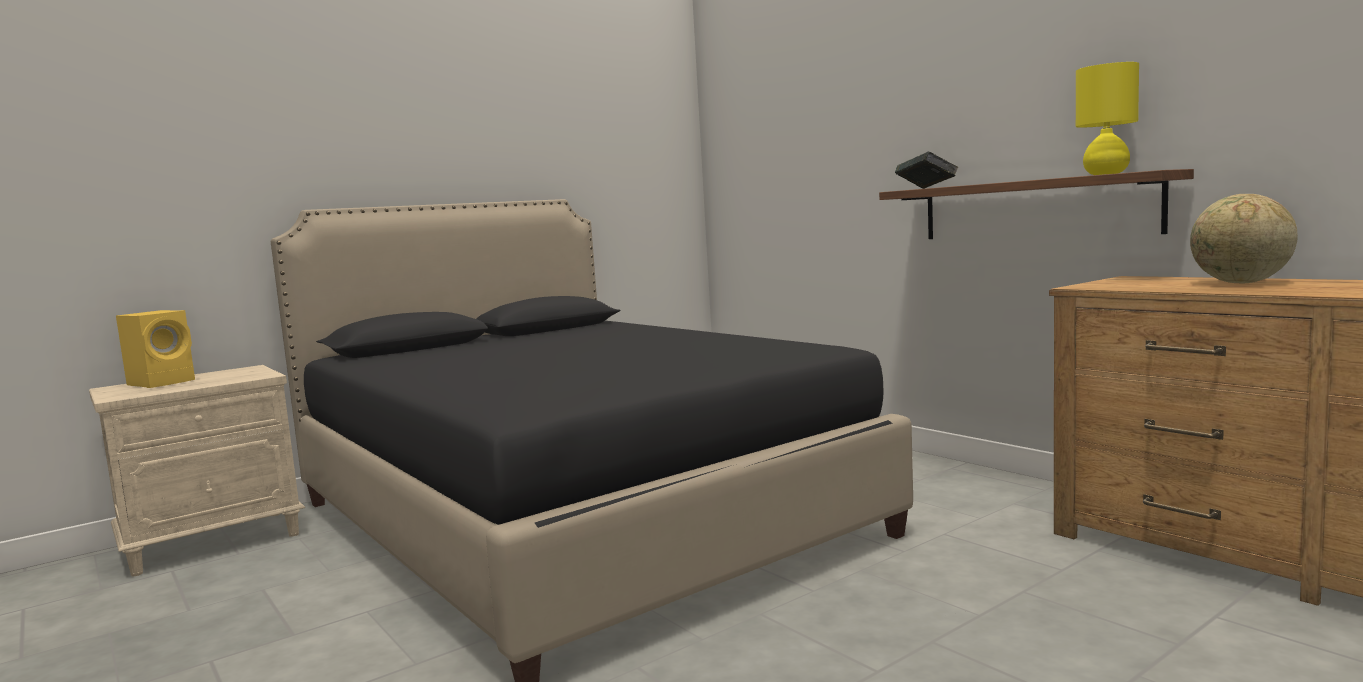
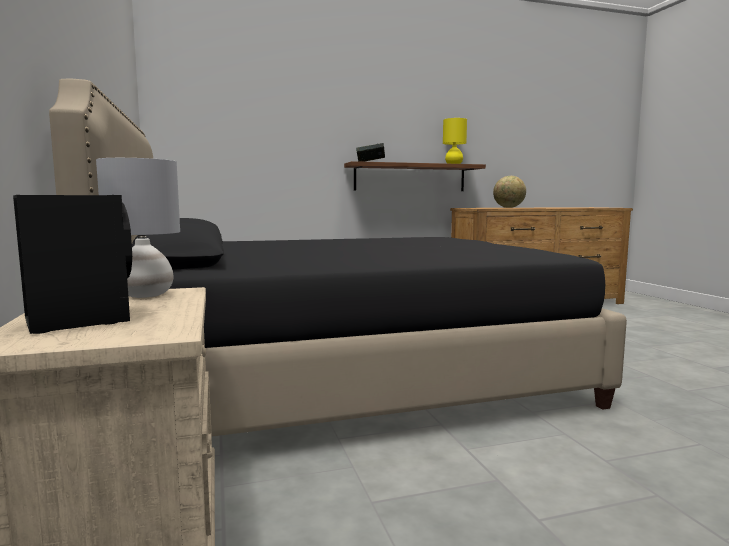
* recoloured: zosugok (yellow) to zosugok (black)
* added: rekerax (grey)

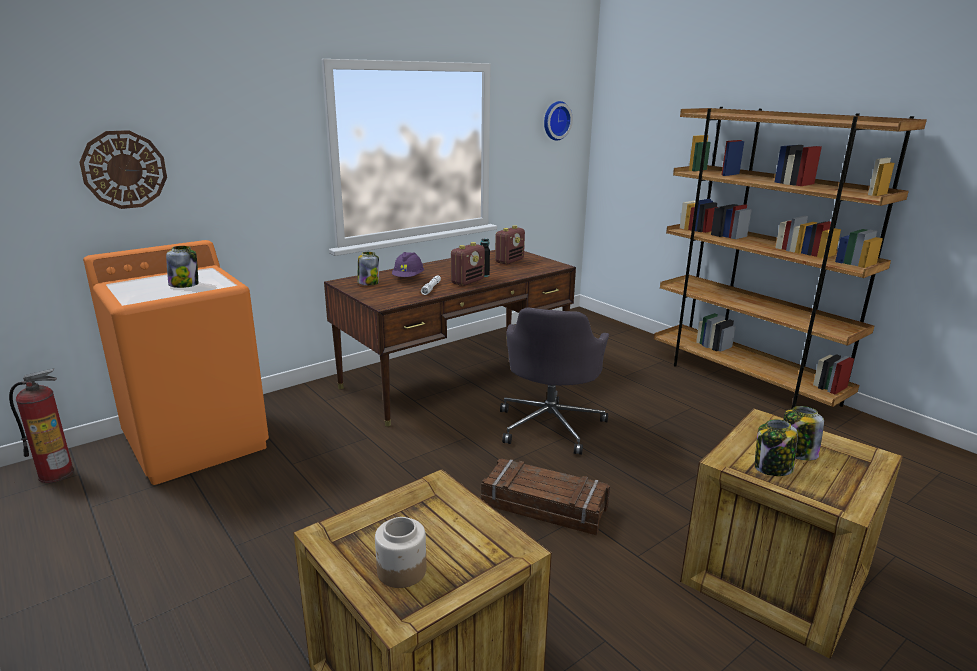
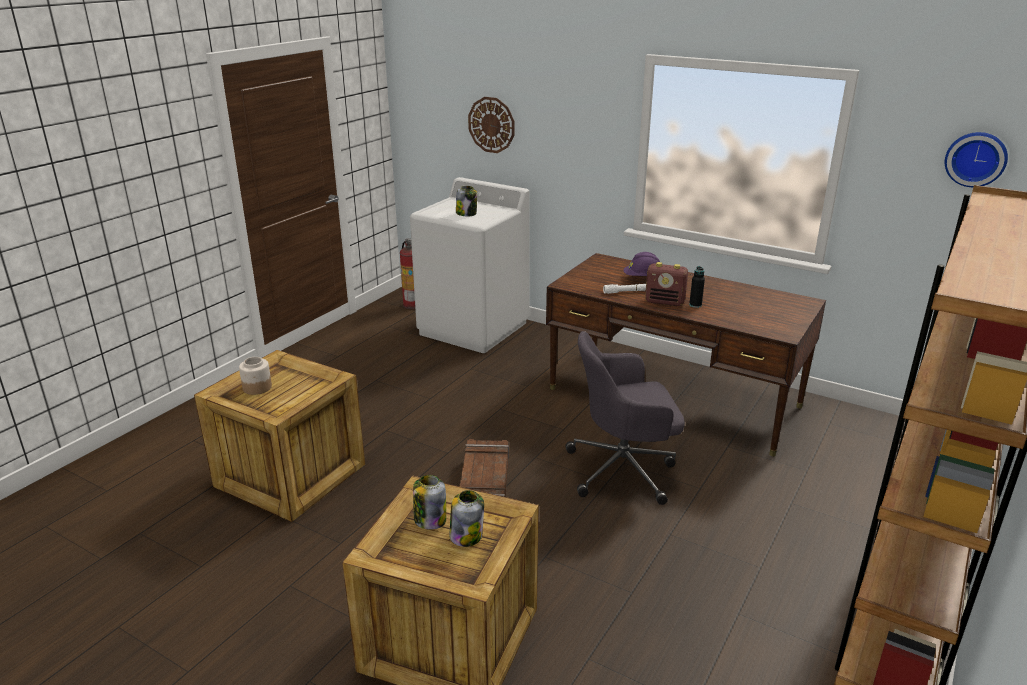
* removed: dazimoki (2nd from left)
* recoloured: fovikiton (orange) to fovikiton (white)
* removed: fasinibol (2nd from left)

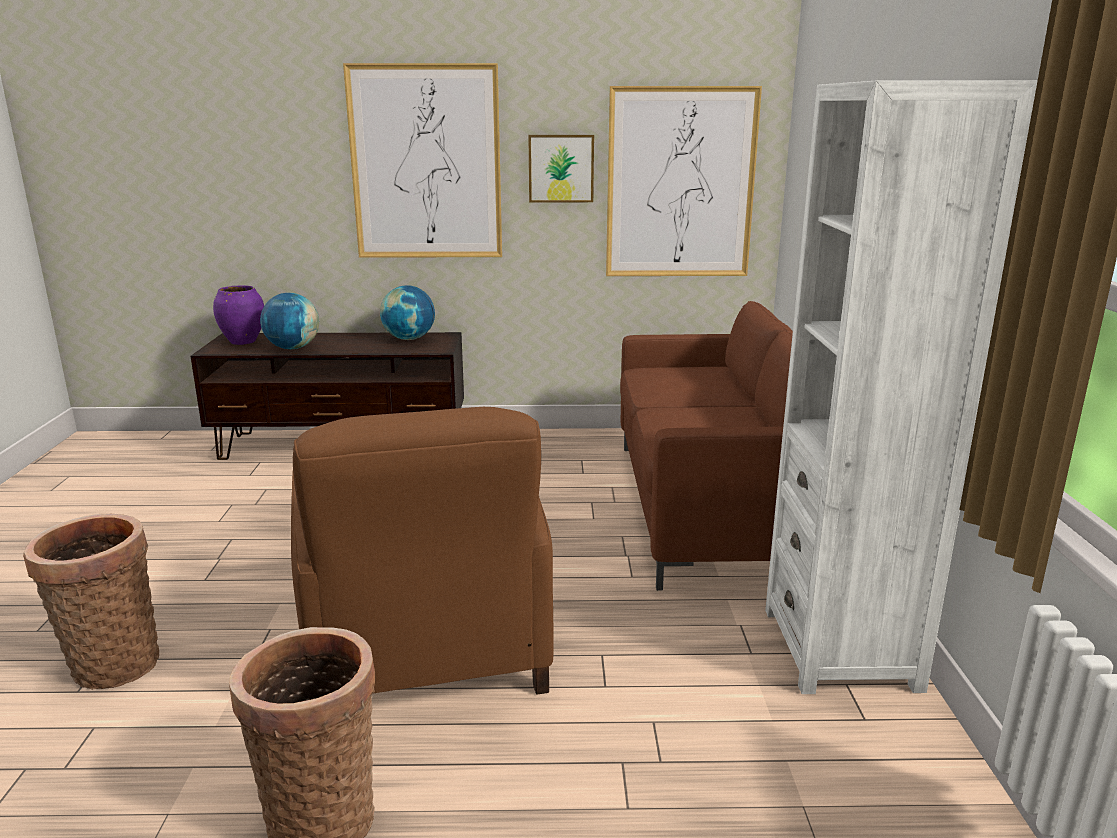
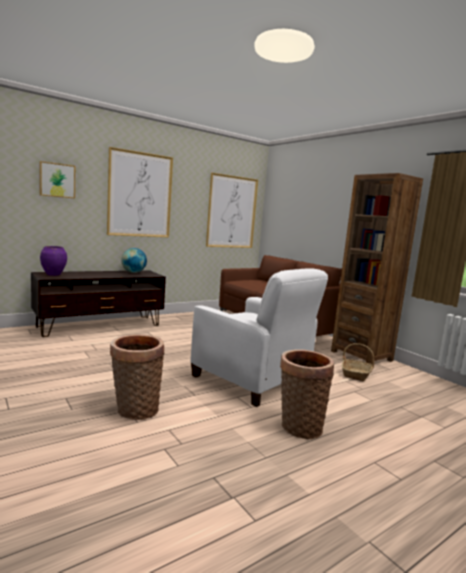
* recoloured: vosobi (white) to vosobi (brown)
* moved: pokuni (2nd from left in the first image) to pokuni (1st from left)
* removed: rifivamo (1st from left)
* recoloured: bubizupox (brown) to bubizupox (white)
* added: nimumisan (3rd from left)

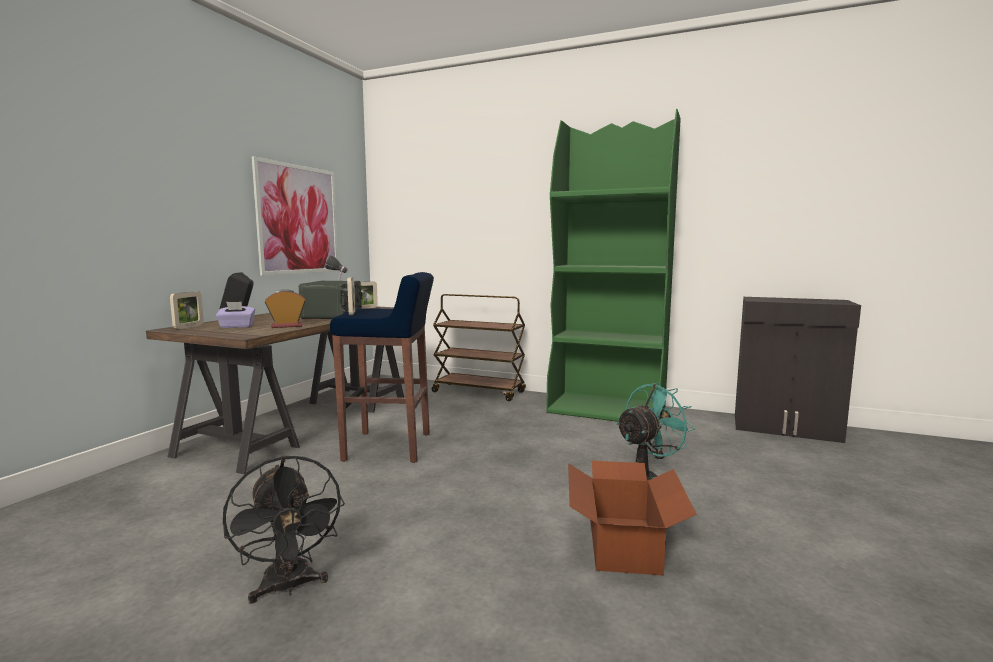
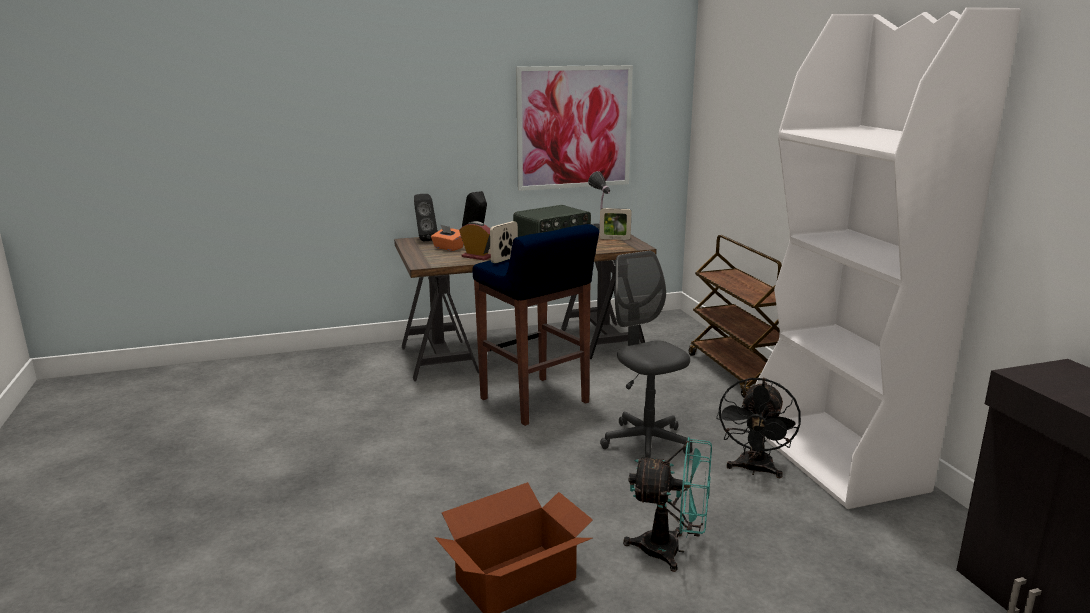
* recoloured: vosobi (green) to vosobi (white)
* replaced: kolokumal (1st from left) to zosugok (black) (1st from left)
* recoloured: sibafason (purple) to sibafason (orange)
* moved: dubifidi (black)
* added: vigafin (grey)

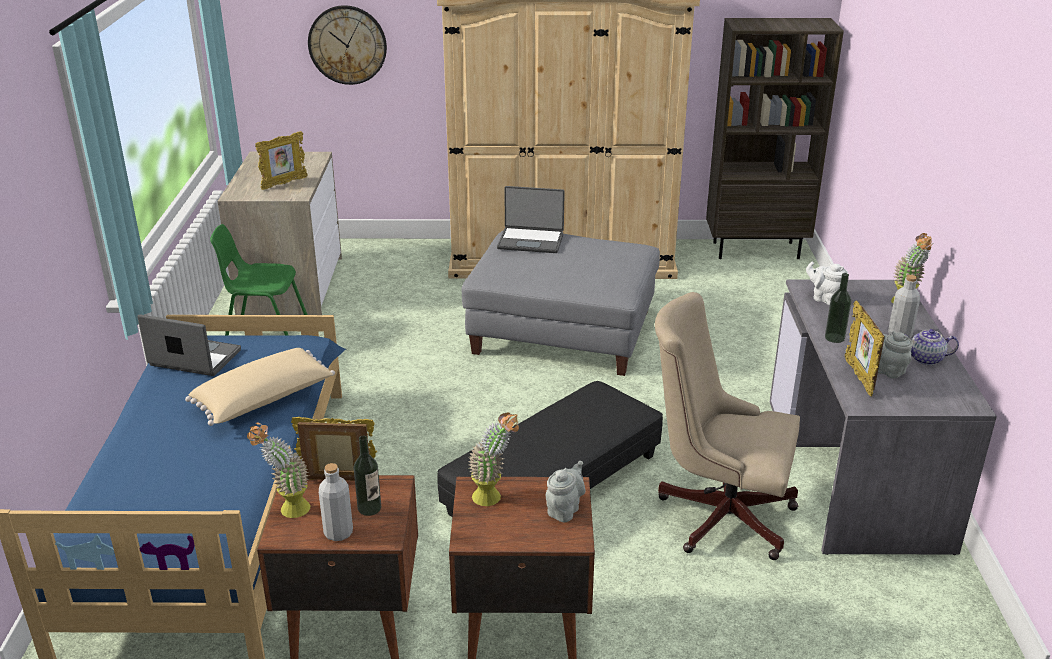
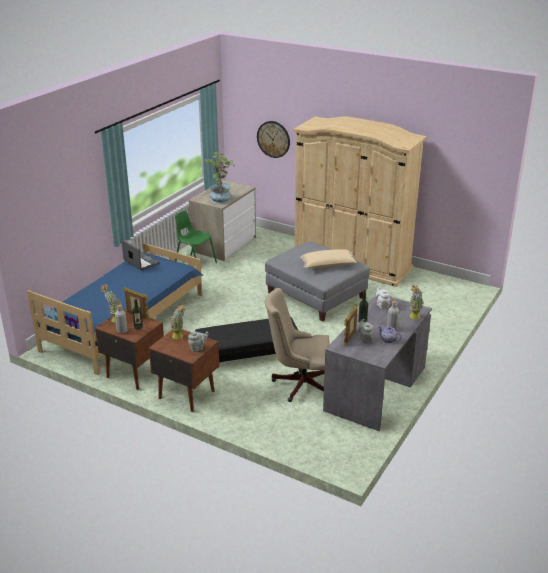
* removed: vosobi (brown)
* replaced: kolokumal (1st from left) to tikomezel (3rd from left)
* removed: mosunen (2nd from left)
* turned: vigafin (beige) 45 degrees counterclockwise
* moved: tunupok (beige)

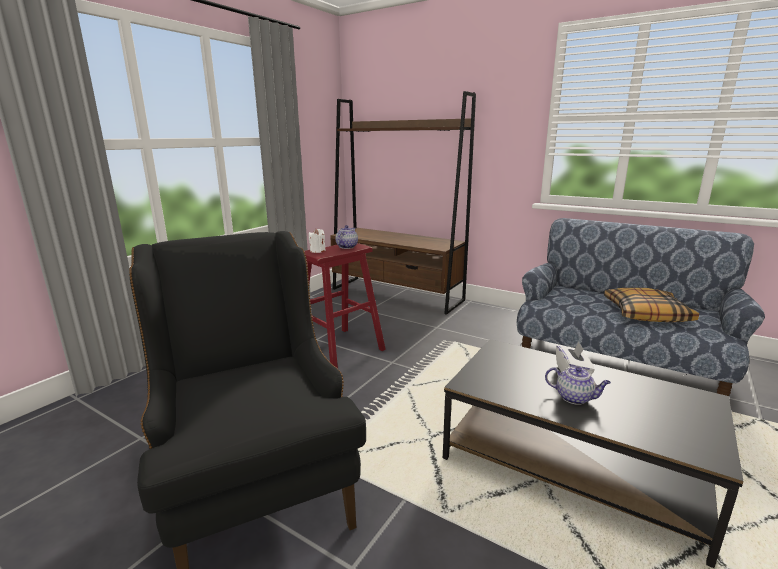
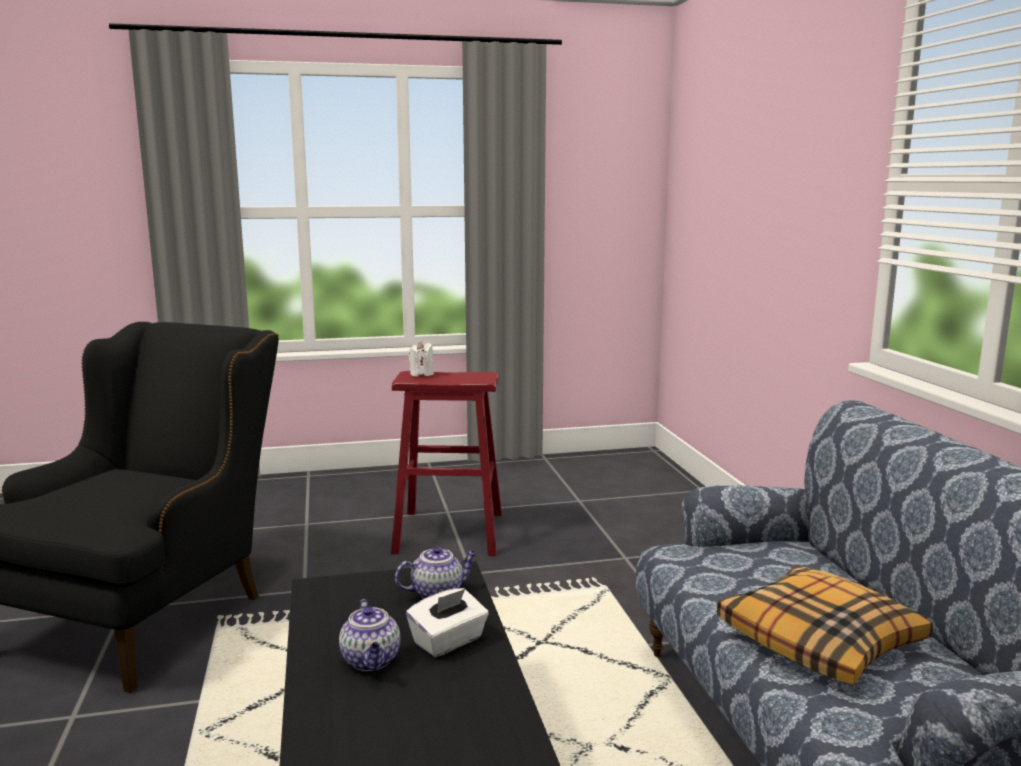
* removed: vosobi (brown)
* moved: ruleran (1st from left in the first image) to ruleran (2nd from left)

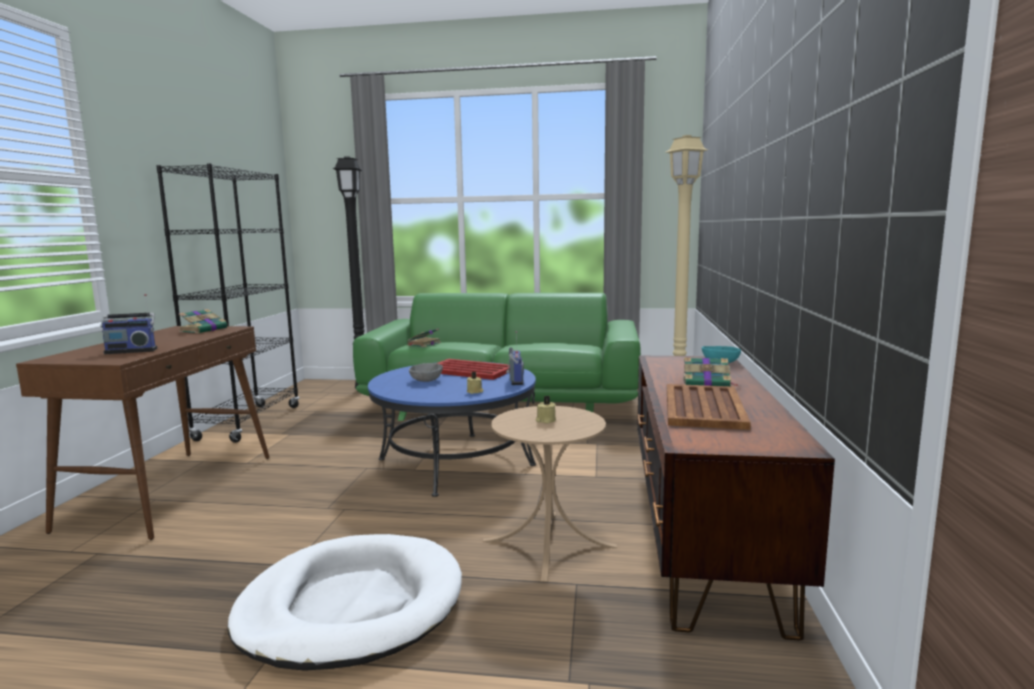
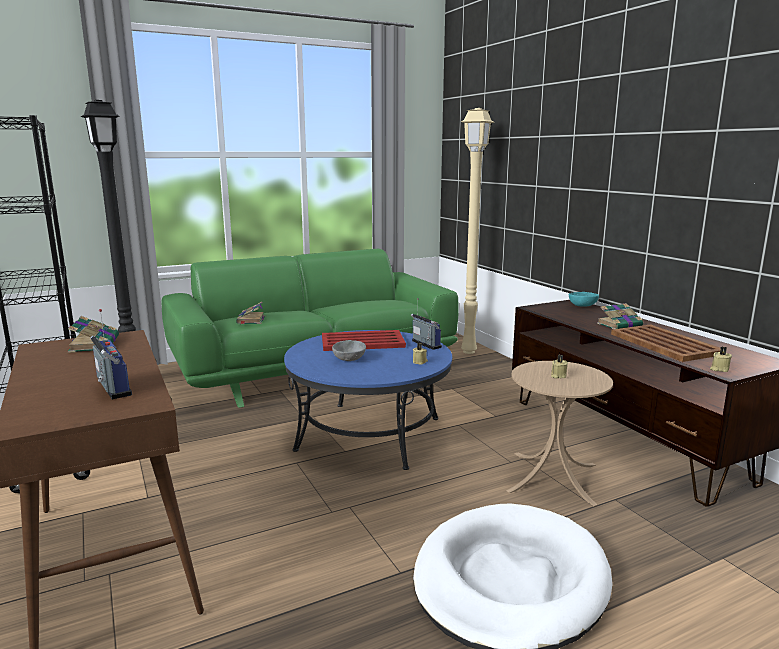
* turned: dazimoki (1st from left) 75 degrees counterclockwise
* added: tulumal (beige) (3rd from left)

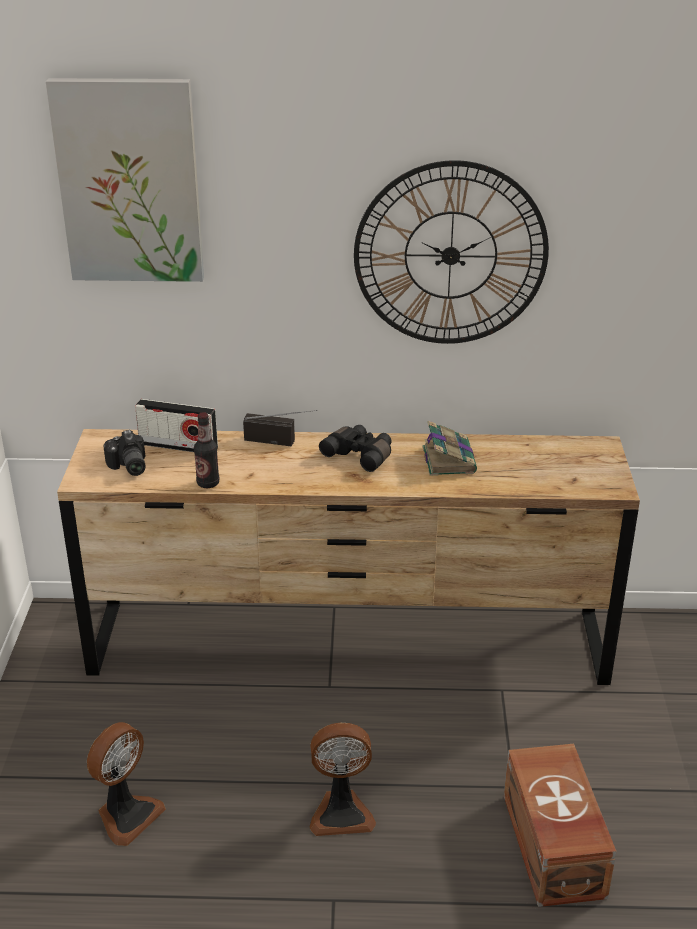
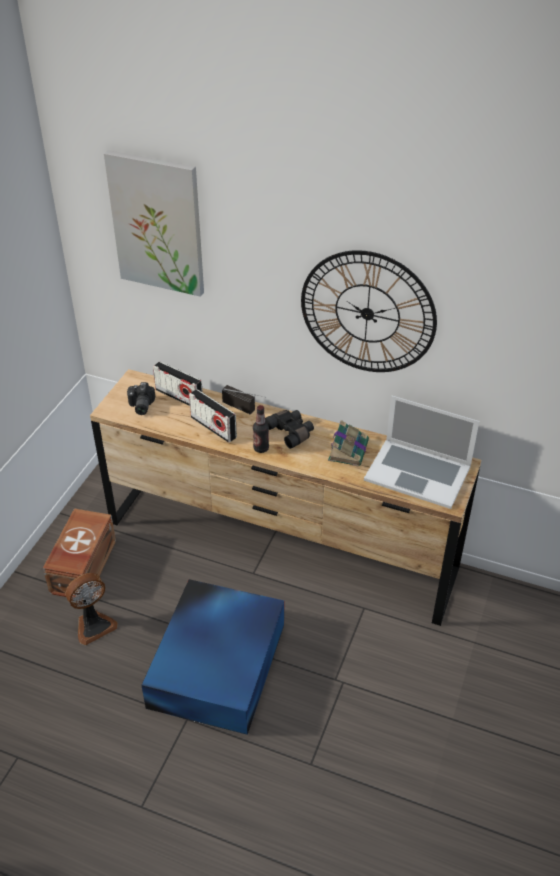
* moved: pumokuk
* replaced: dubifidi (2nd from left) to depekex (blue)
* moved: depekex (brown)
* added: dazimoki (2nd from left)
* added: mosunen

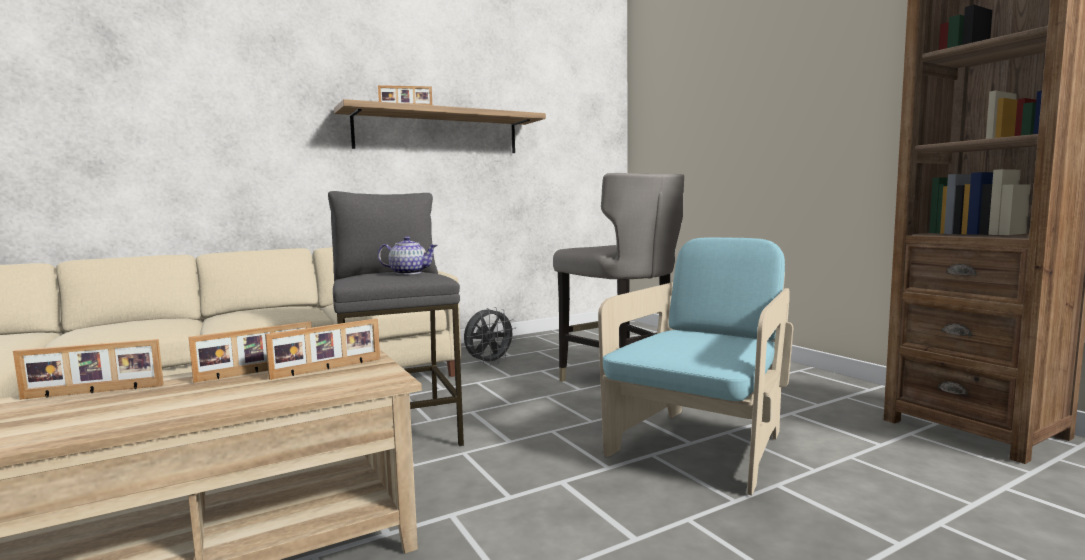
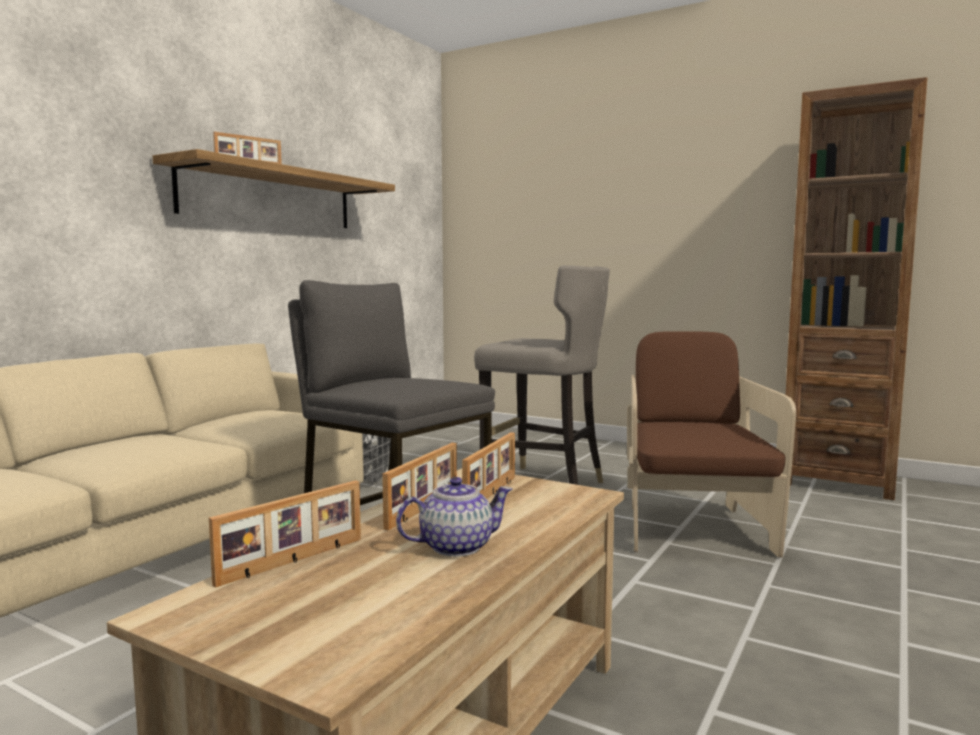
* moved: ruleran
* recoloured: bubizupox (turquoise) to bubizupox (brown)

